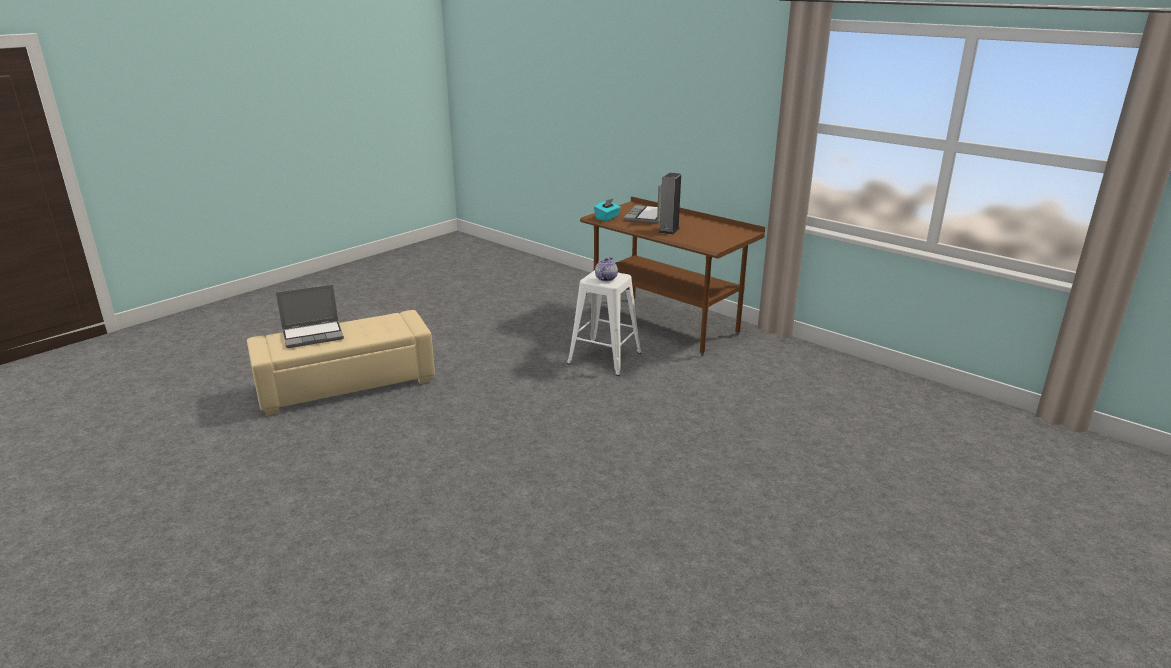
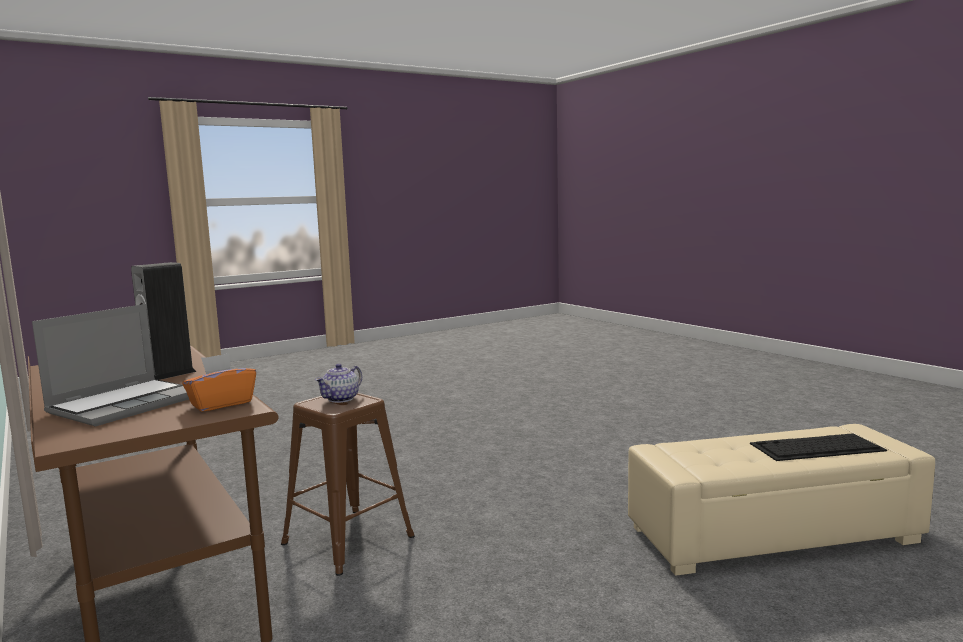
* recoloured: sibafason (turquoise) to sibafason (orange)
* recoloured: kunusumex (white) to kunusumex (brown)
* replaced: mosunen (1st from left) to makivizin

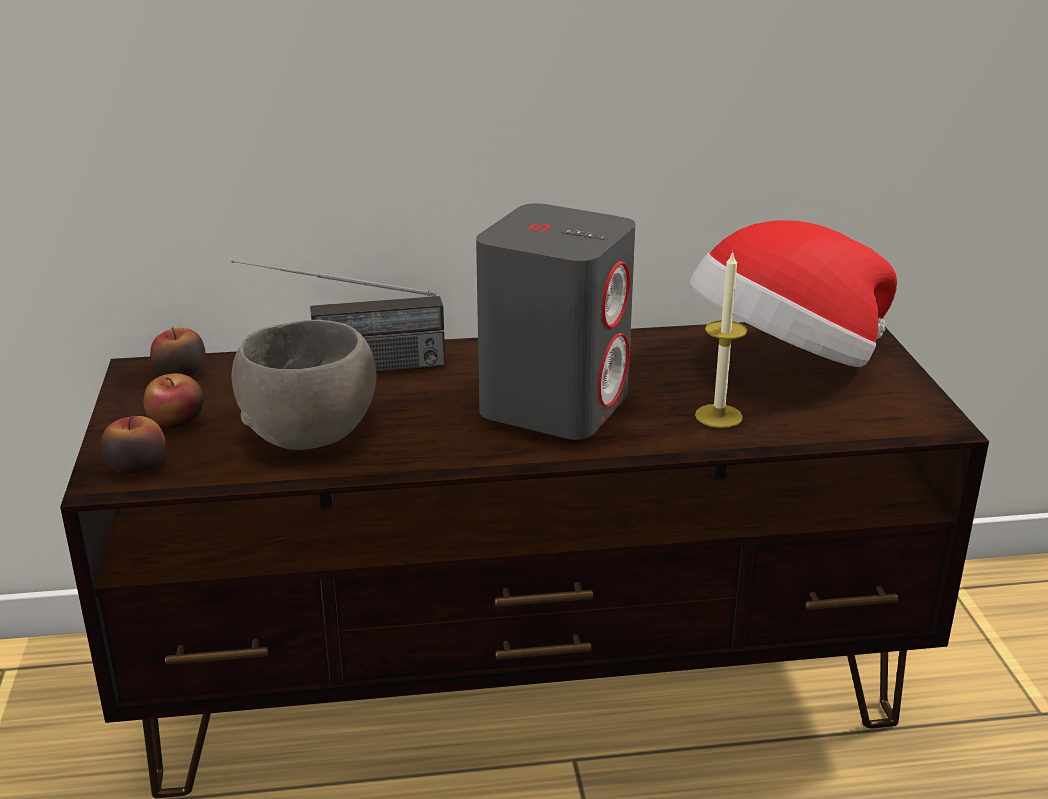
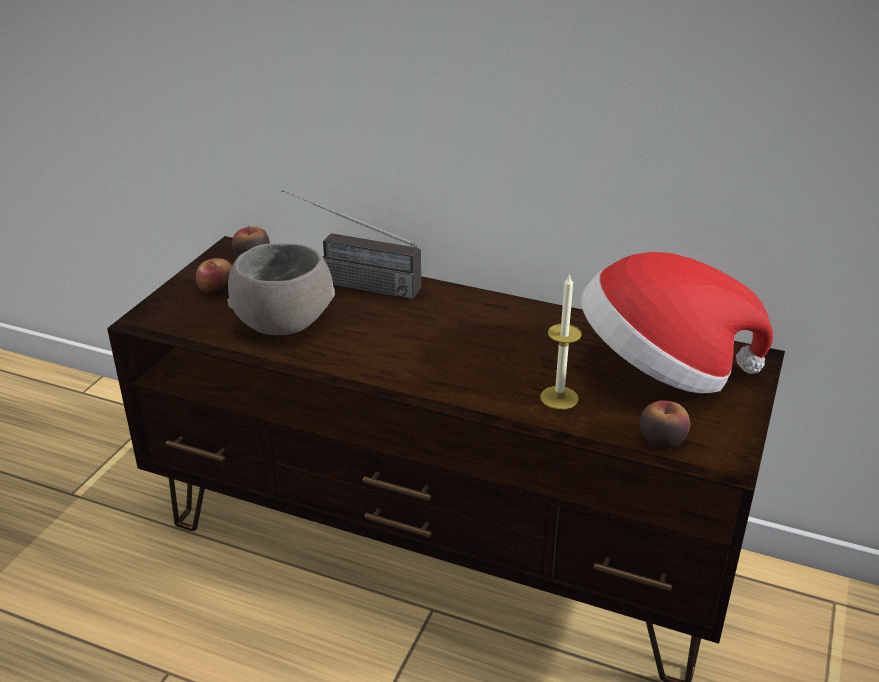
* removed: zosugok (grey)
* moved: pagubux (1st from left in the first image) to pagubux (3rd from left)

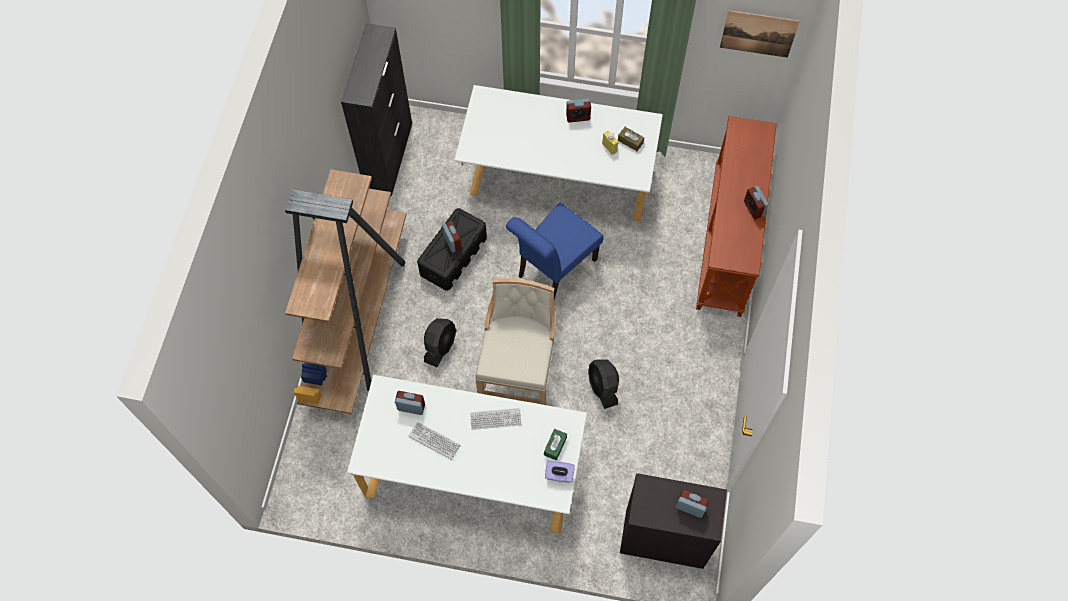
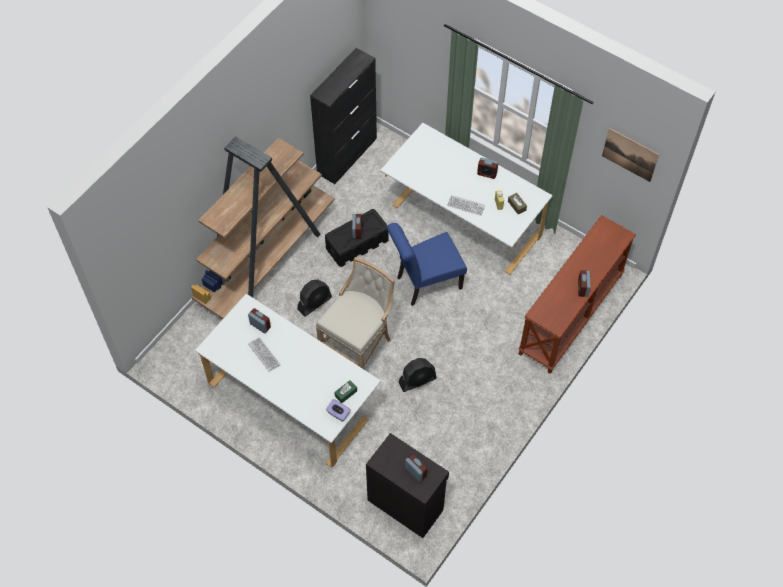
* turned: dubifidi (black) (2nd from left) 120 degrees counterclockwise
* moved: makivizin (2nd from left)

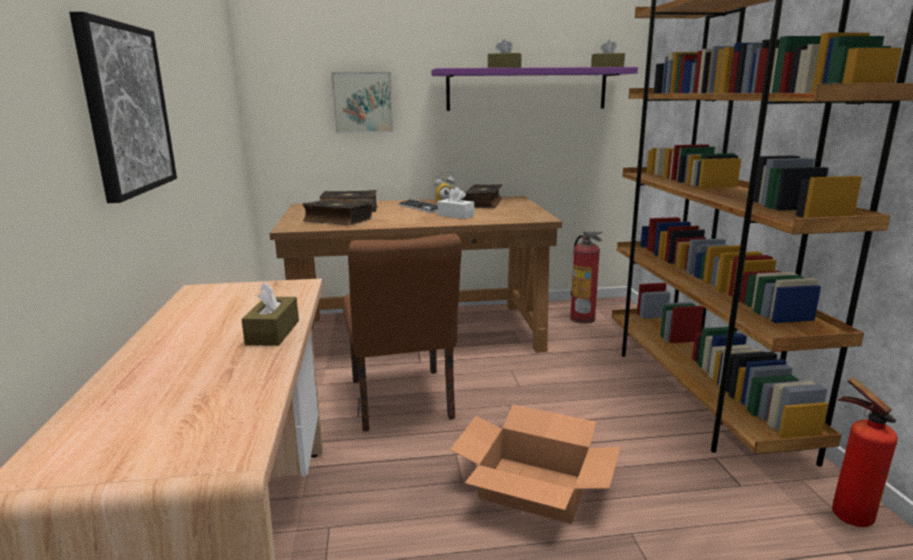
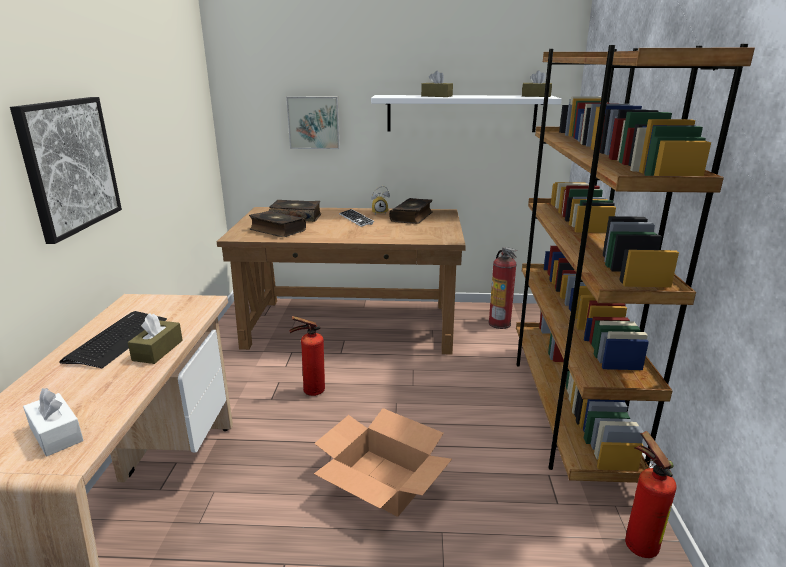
* recoloured: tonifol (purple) to tonifol (white)
* moved: sibafason (white)
* replaced: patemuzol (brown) to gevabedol (1st from left)
* added: makivizin (1st from left)

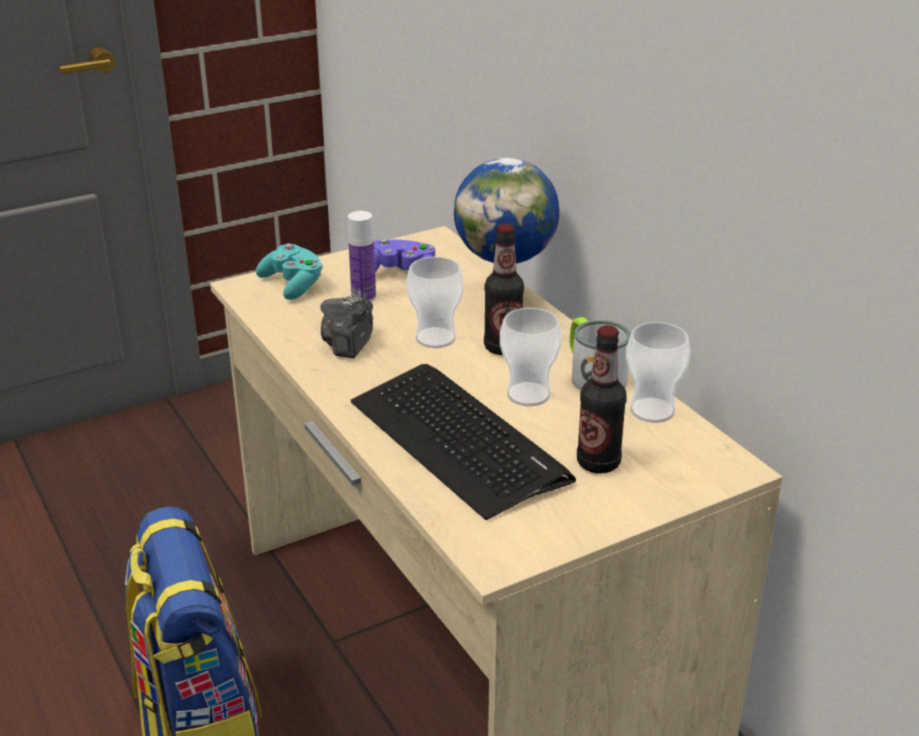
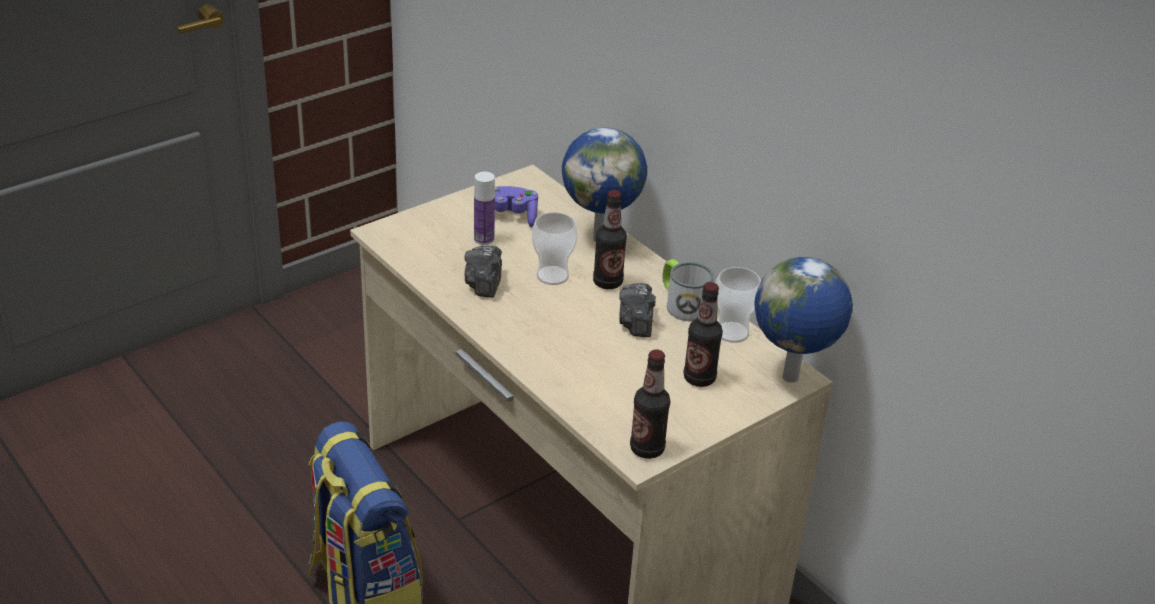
* removed: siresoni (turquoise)
* replaced: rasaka (2nd from left) to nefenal (2nd from left)
* removed: makivizin
* added: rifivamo (2nd from left)
* added: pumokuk (3rd from left)

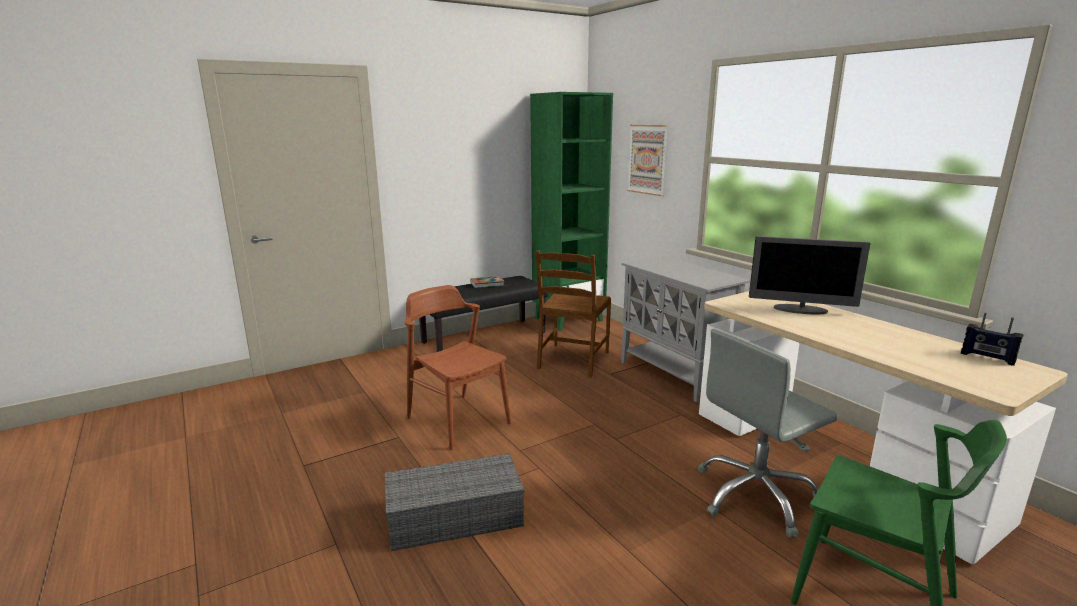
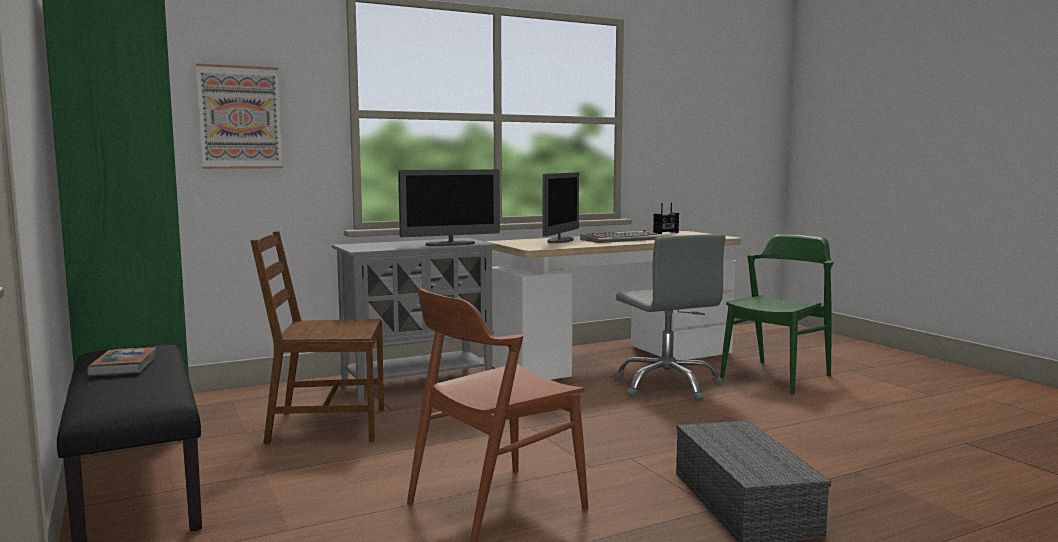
* turned: patemuzol (brown) (2nd from left in the first image) 150 degrees clockwise
* added: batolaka (1st from left)
* added: makivizin

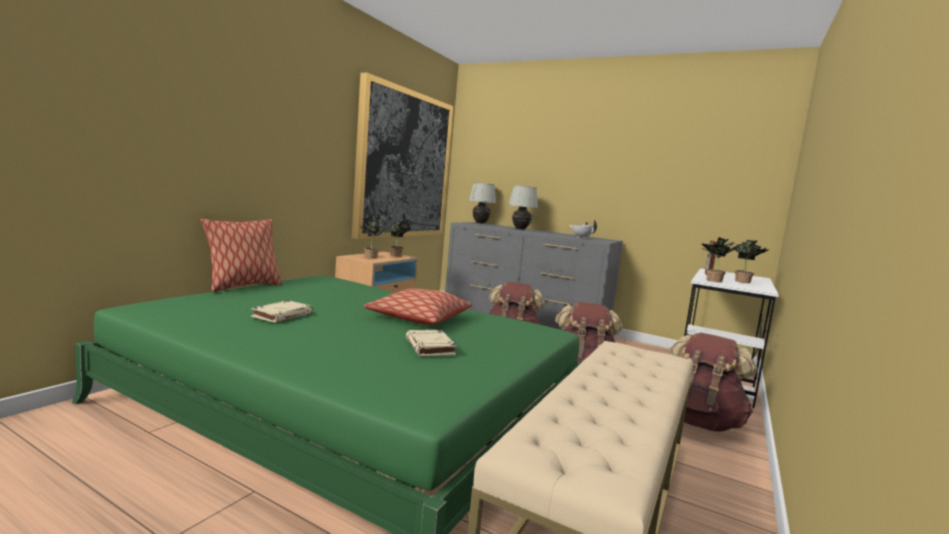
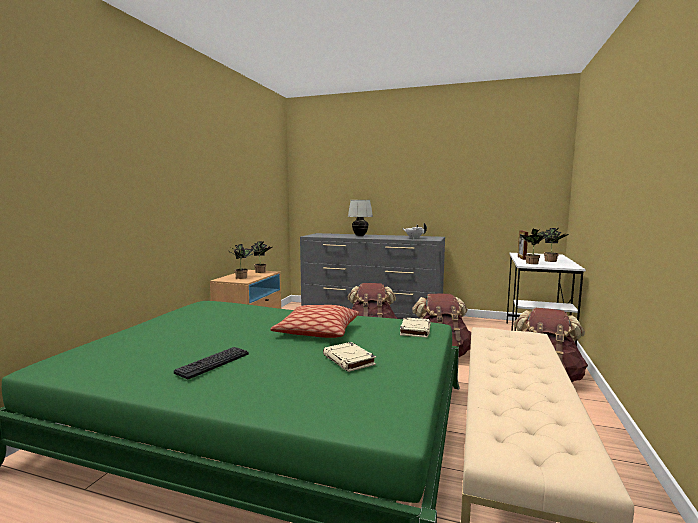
* removed: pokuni
* removed: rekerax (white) (1st from left)
* removed: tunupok (1st from left)
* moved: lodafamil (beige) (1st from left in the first image) to lodafamil (beige) (2nd from left)
* added: makivizin

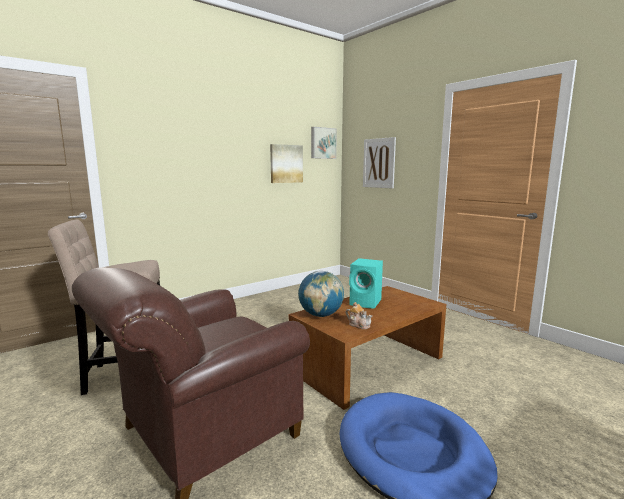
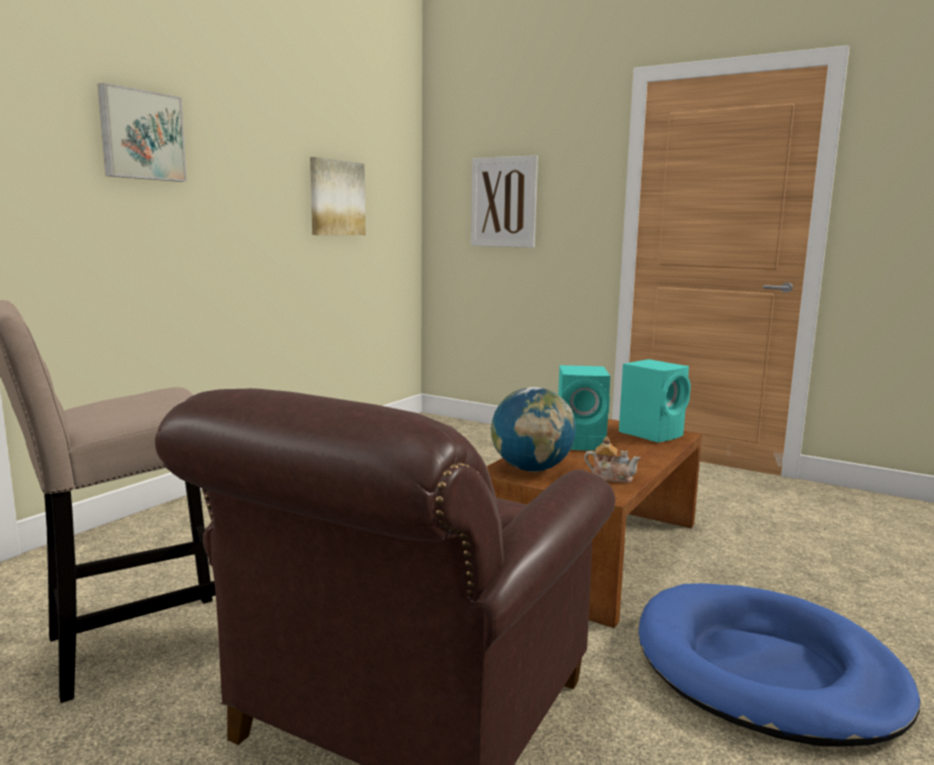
* moved: pokuni (2nd from left in the first image) to pokuni (1st from left)
* added: zosugok (turquoise) (2nd from left)

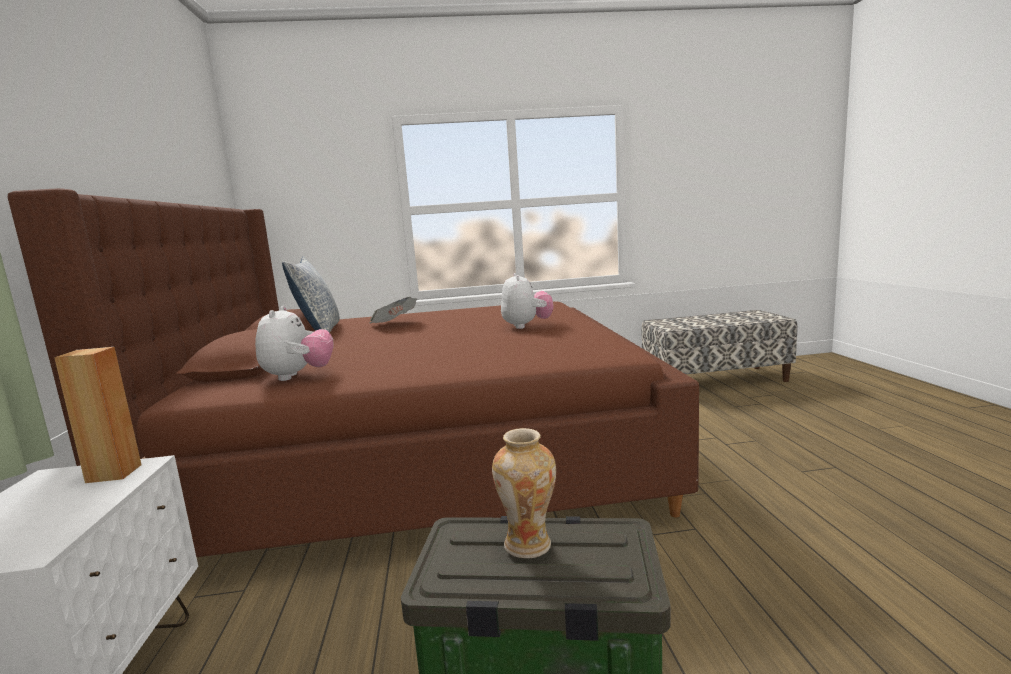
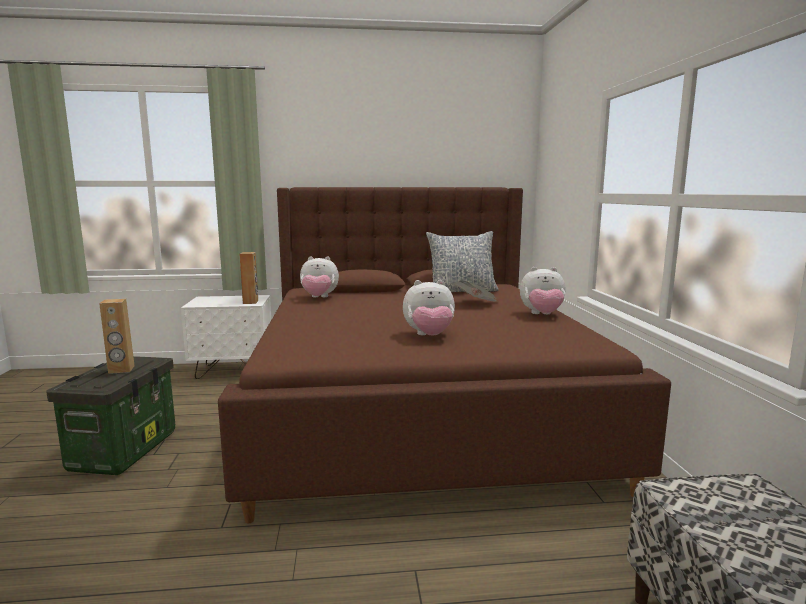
* replaced: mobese to zosugok (brown) (1st from left)
* added: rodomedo (3rd from left)

